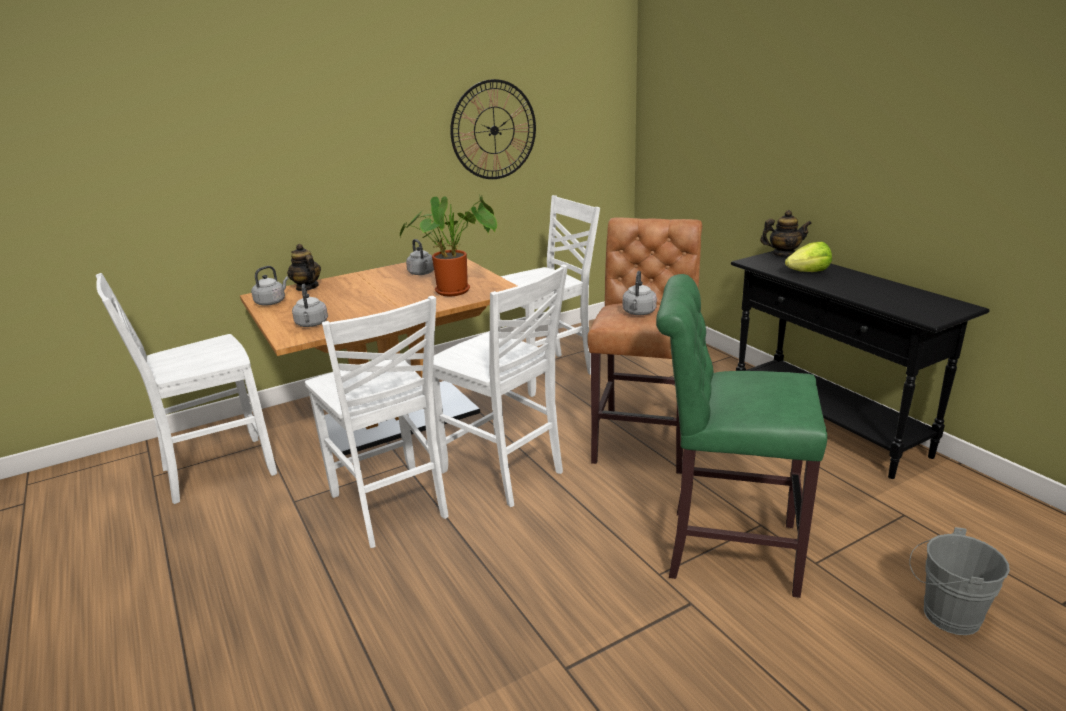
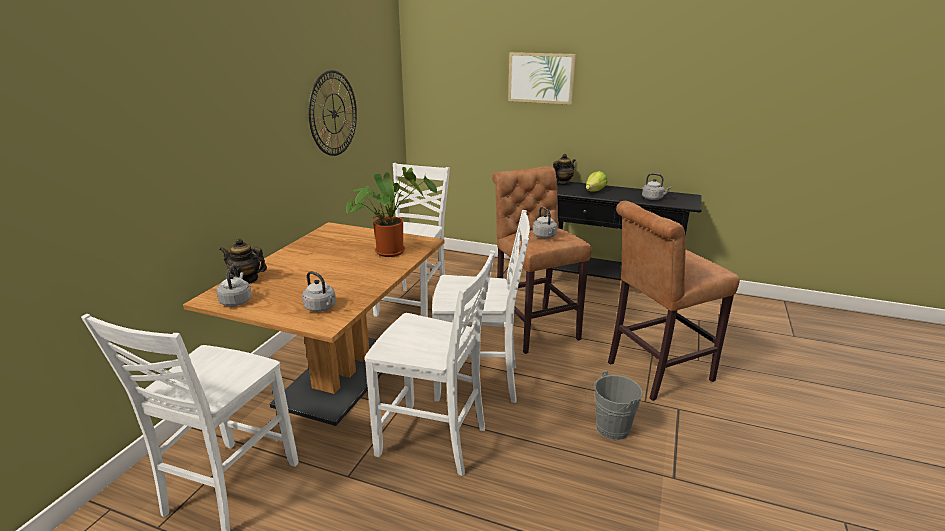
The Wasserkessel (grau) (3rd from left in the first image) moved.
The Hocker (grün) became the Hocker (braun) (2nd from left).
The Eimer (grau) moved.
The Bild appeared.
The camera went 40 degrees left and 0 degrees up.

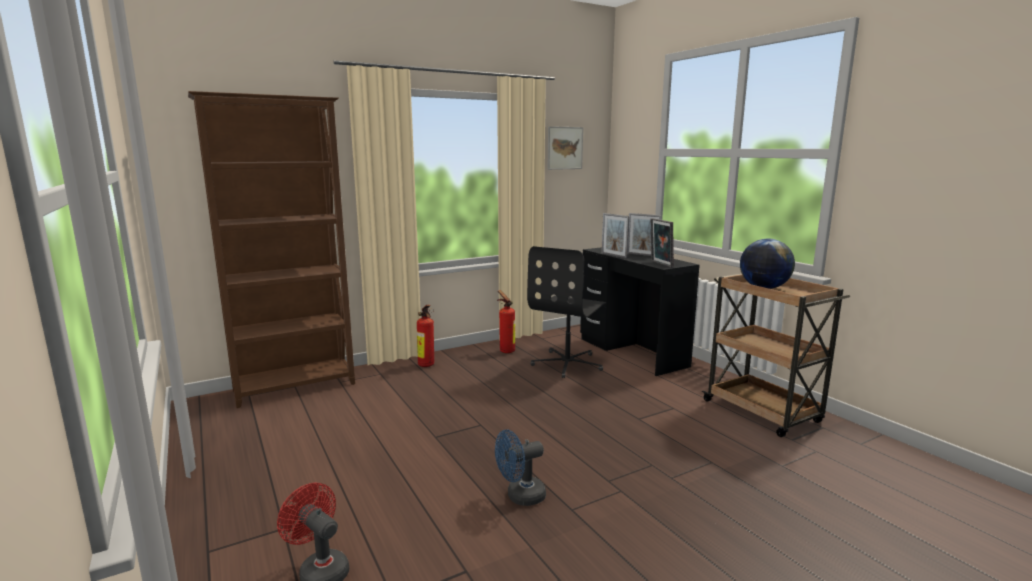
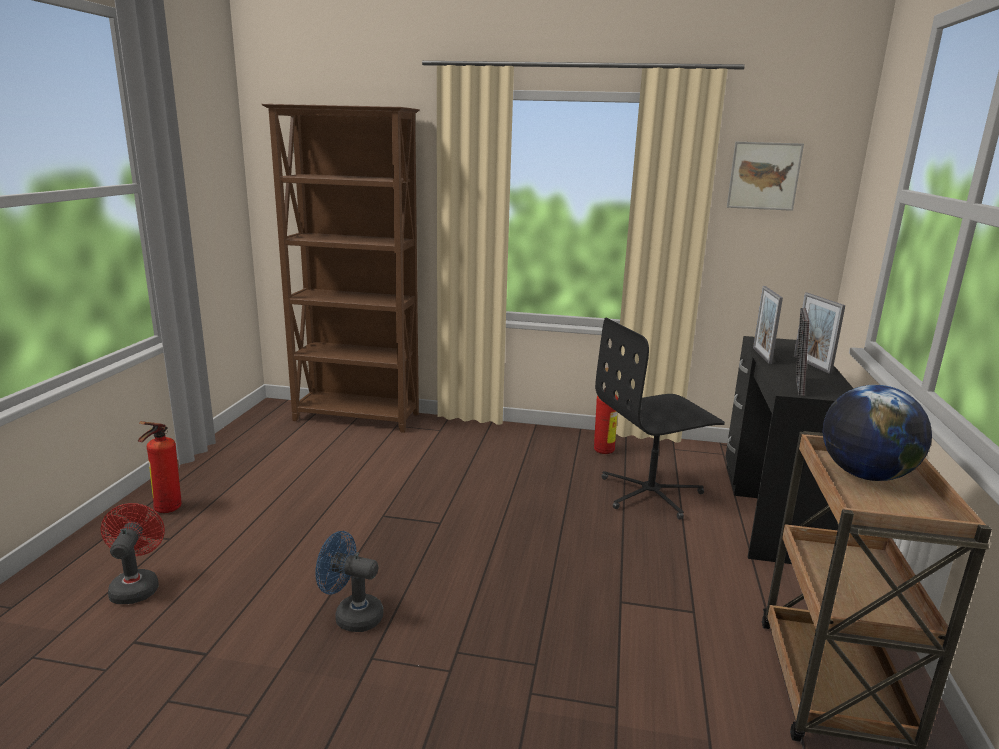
The Feuerlöscher (1st from left) moved.
The camera went 40 degrees right and 5 degrees up.

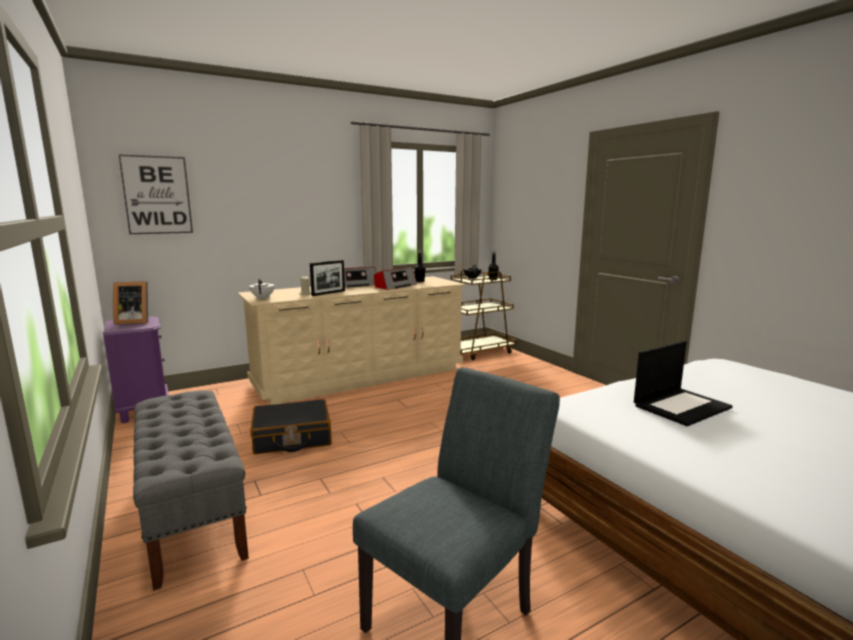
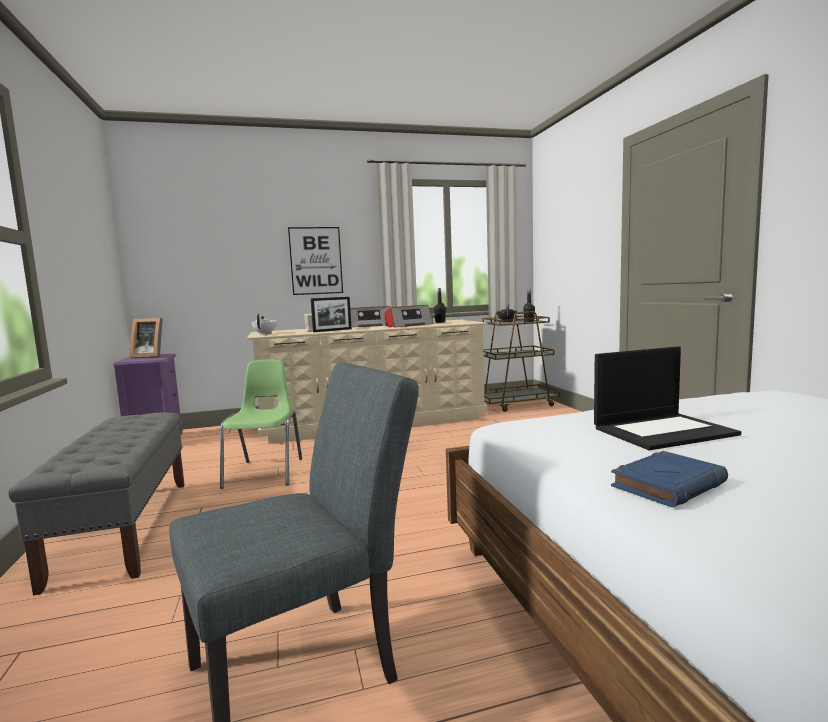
The Bild moved.
The Koffer (schwarz) was replaced by the Stuhl (grün).
The Buch (blau) appeared.
The camera went 15 degrees right and 5 degrees down.

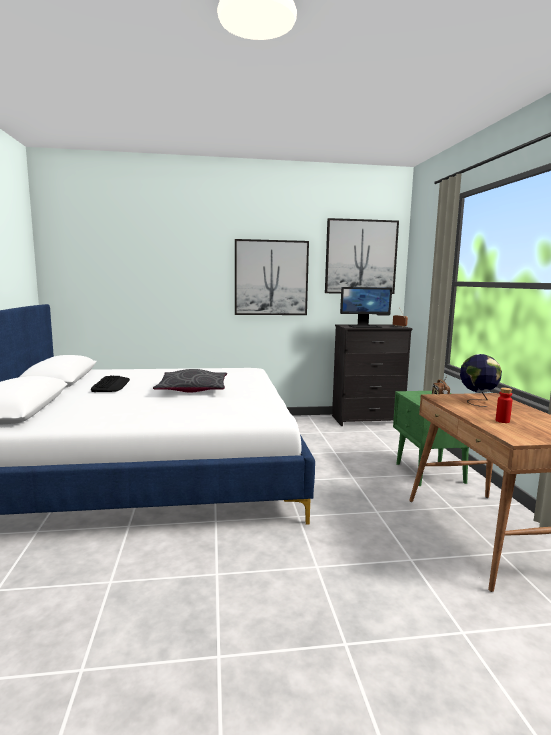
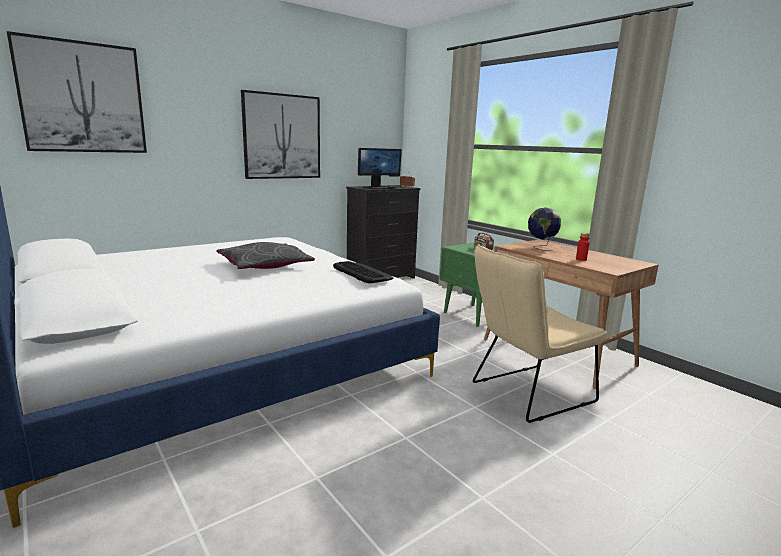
The Tastatur moved.
The Bild (2nd from left in the first image) moved.
The Stuhl (beige) appeared.
The camera went 30 degrees left and 5 degrees up.

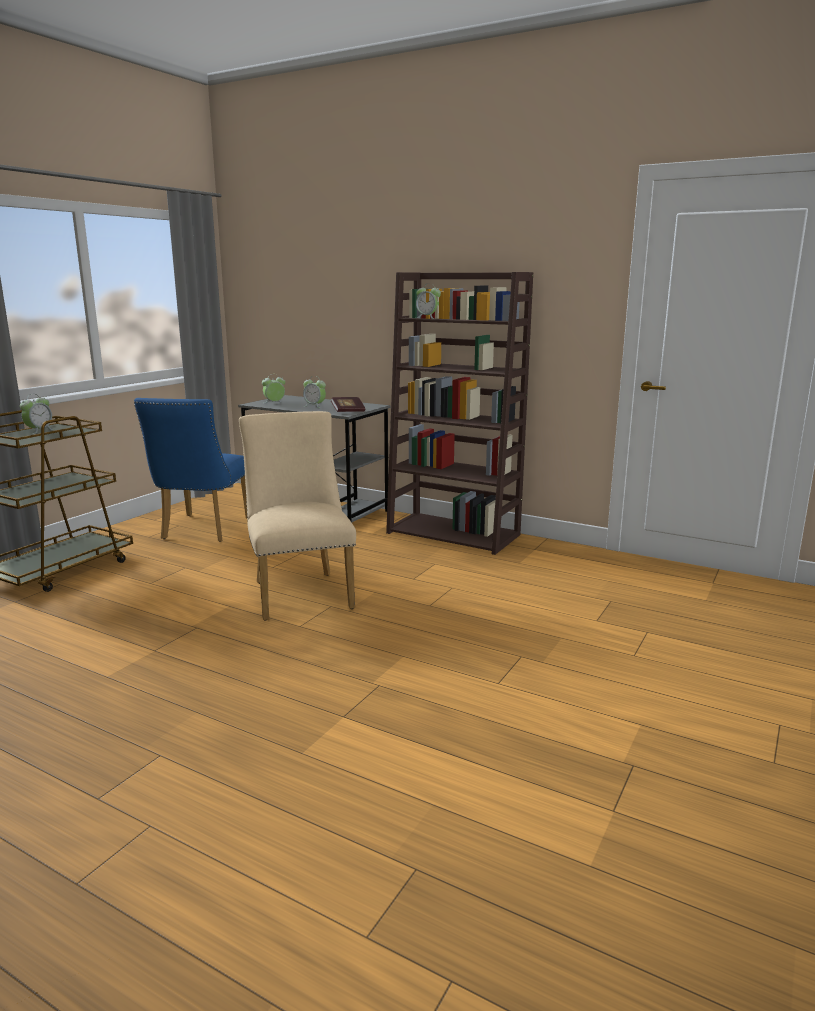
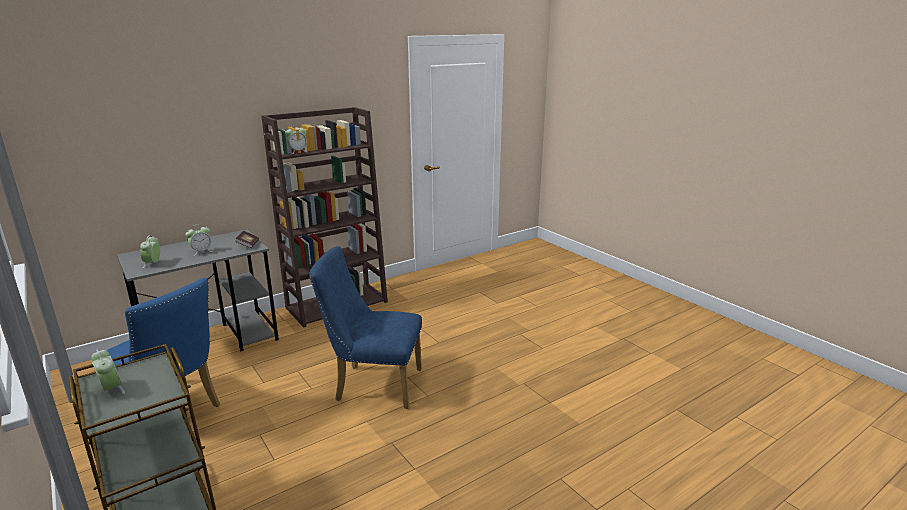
The Stuhl (beige) became the Stuhl (blau) (2nd from left).
The camera went 65 degrees left and 5 degrees up.

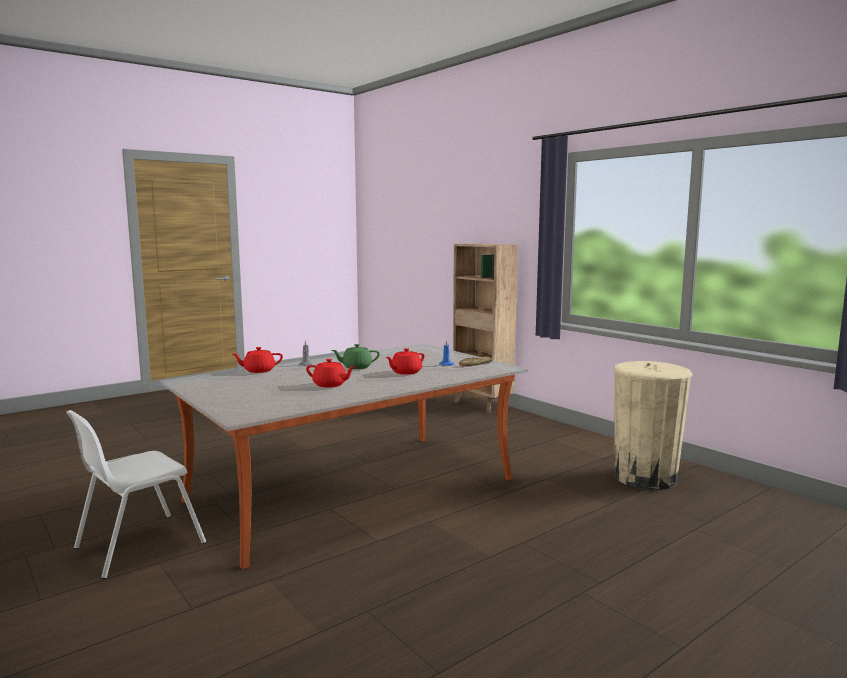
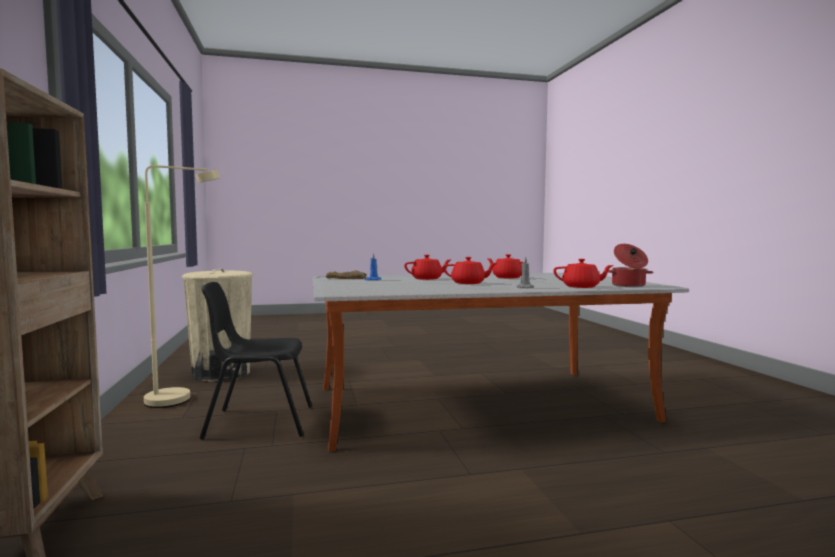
The Stuhl (weiß) disappeared.
The Teekanne (grün) became the Teekanne (rot) (2nd from left).
The Stehlampe (beige) appeared.
The Stuhl (schwarz) appeared.
The Kochtopf appeared.
The camera went 155 degrees left and 5 degrees down.

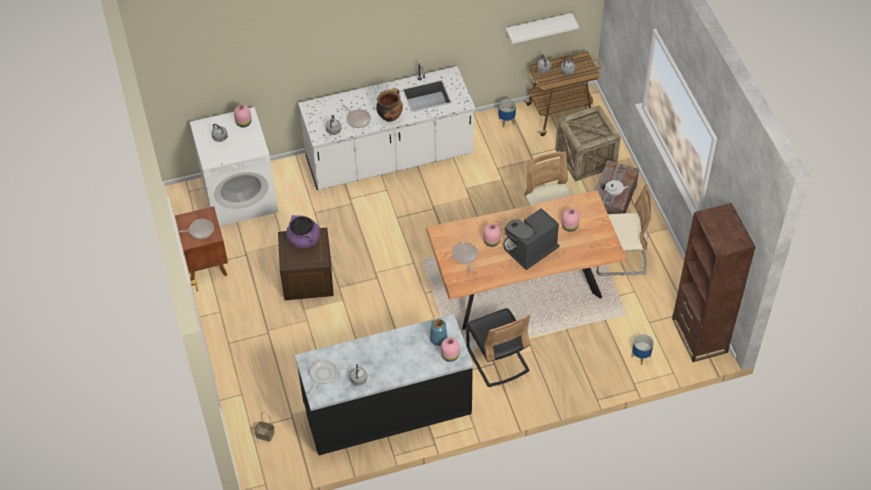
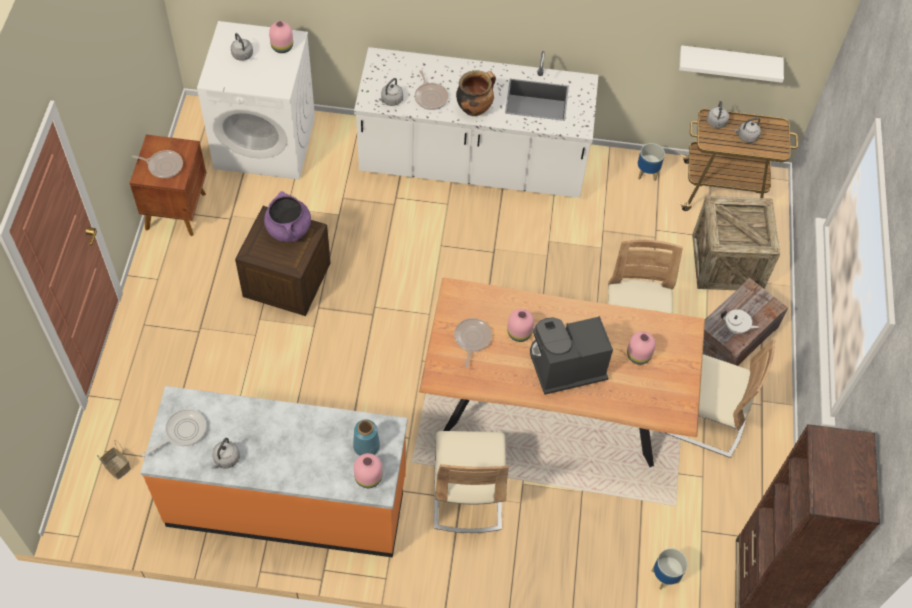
The Küchenzeile (schwarz) became the Küchenzeile (orange).
The Stuhl (schwarz) became the Stuhl (beige) (1st from left).
The camera went 20 degrees right and 5 degrees up.

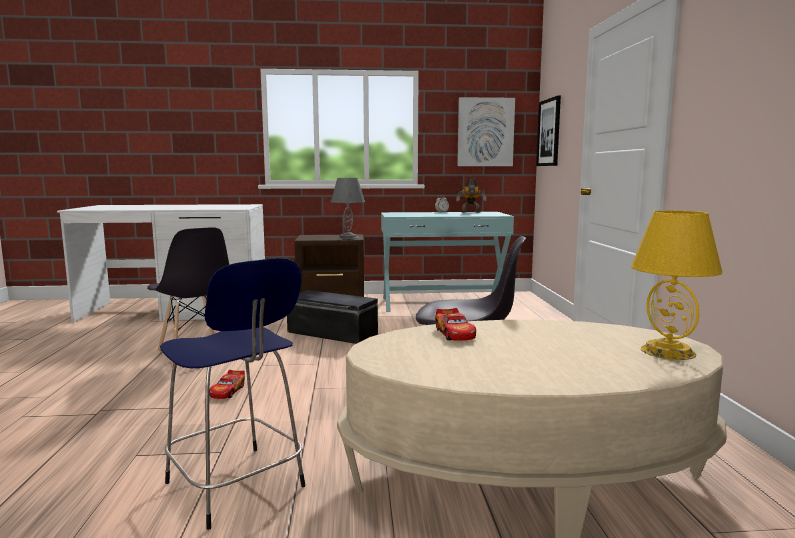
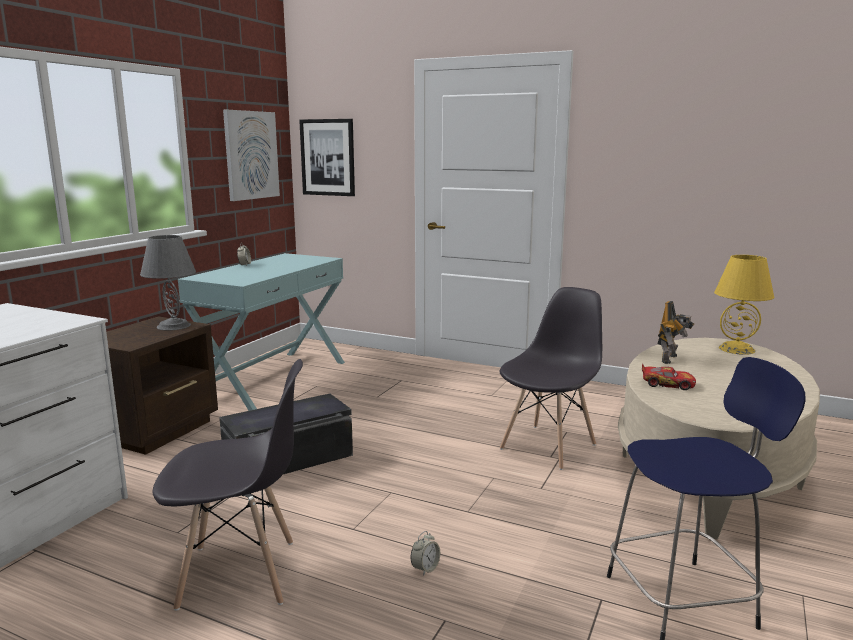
The Spielzeugauto (1st from left) was replaced by the Wecker (2nd from left).
The Spielzeugroboter moved.
The camera went 60 degrees left and 5 degrees up.

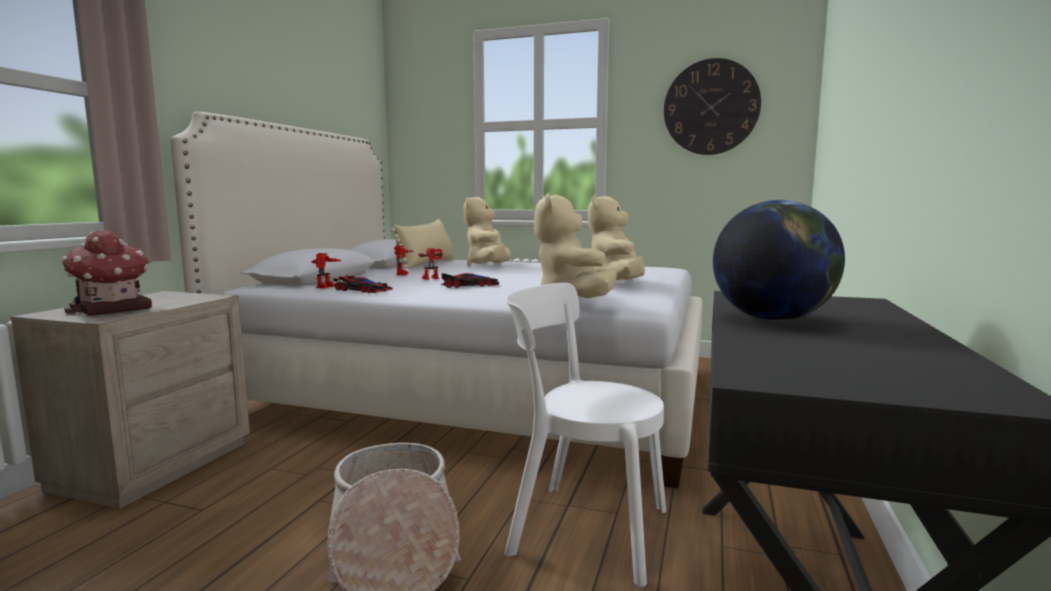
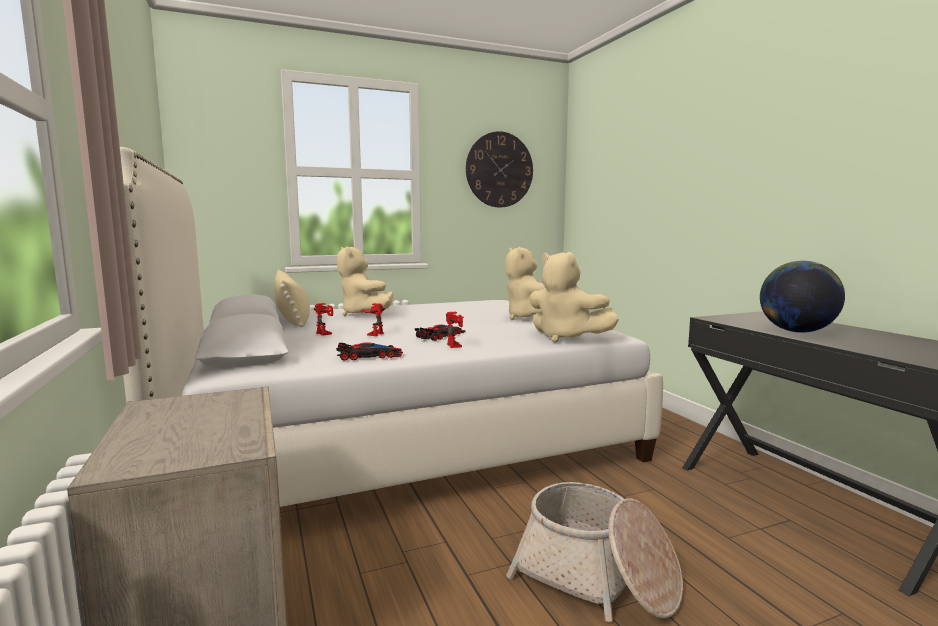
The Spielzeughaus disappeared.
The Spielzeugroboter (1st from left in the first image) moved.
The Stuhl (weiß) disappeared.
The camera went 40 degrees left and 0 degrees up.

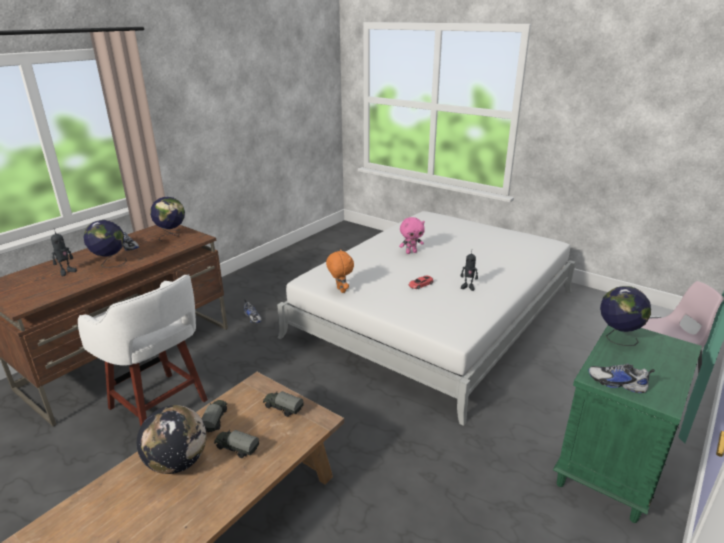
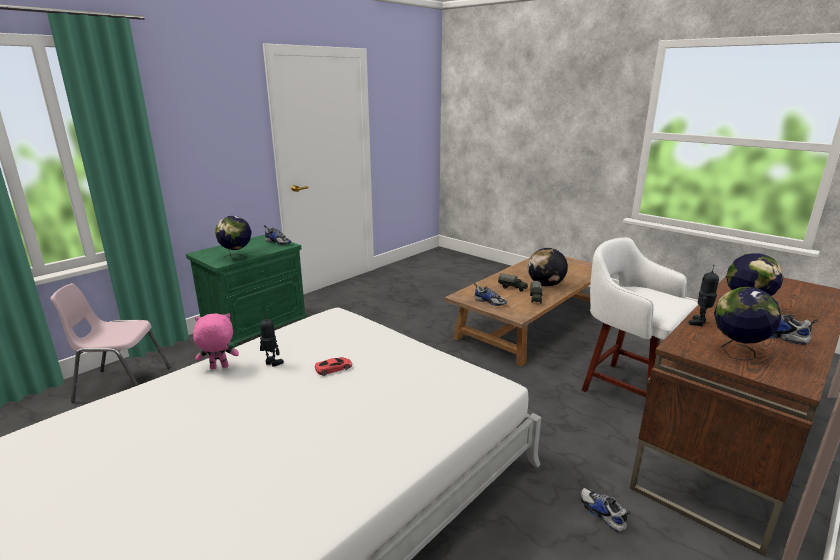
The Spielzeugroboter (1st from left in the first image) moved.
The Spielzeuglaster (3rd from left) was replaced by the Schuh (2nd from left).
The Plüschtier (orange) disappeared.
The Plüschtier (rosa) moved.
The camera went 175 degrees left and 5 degrees down.

